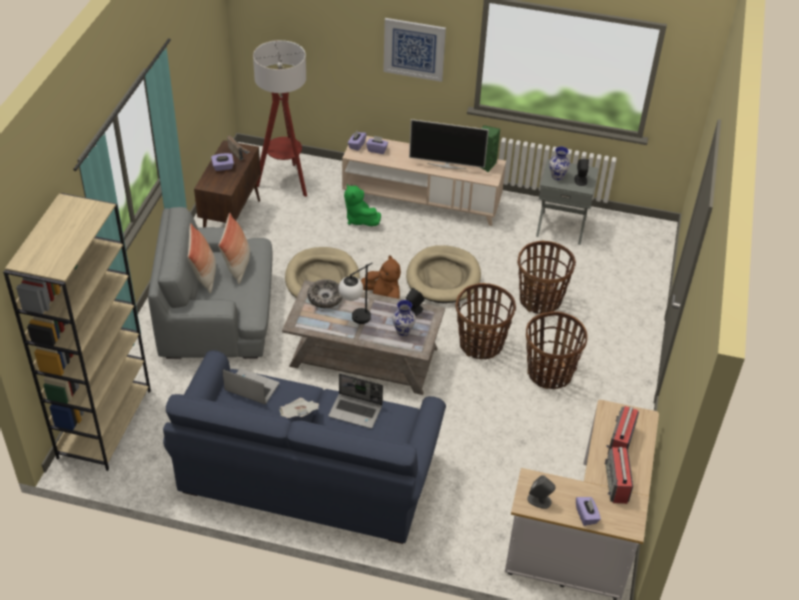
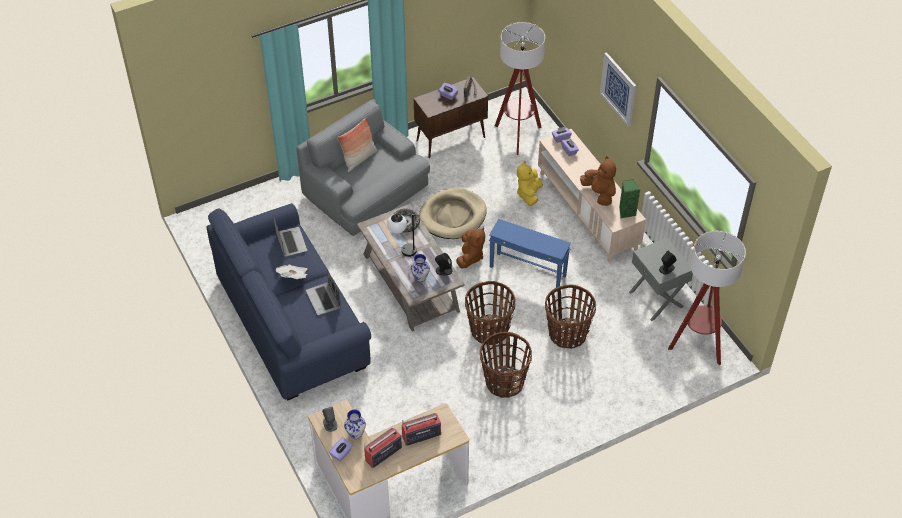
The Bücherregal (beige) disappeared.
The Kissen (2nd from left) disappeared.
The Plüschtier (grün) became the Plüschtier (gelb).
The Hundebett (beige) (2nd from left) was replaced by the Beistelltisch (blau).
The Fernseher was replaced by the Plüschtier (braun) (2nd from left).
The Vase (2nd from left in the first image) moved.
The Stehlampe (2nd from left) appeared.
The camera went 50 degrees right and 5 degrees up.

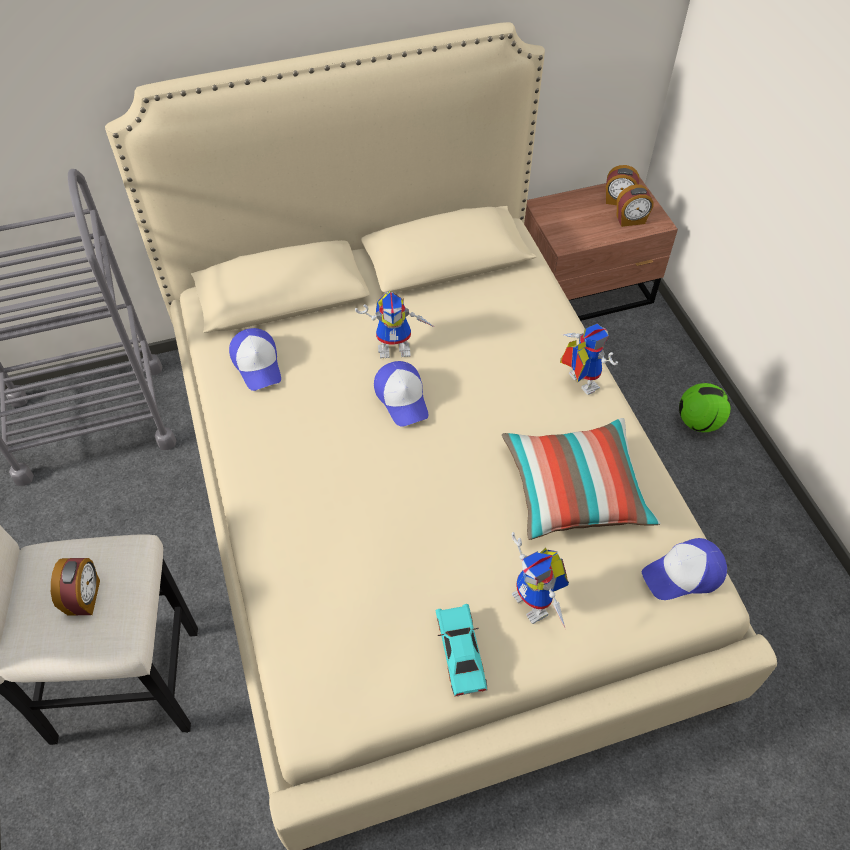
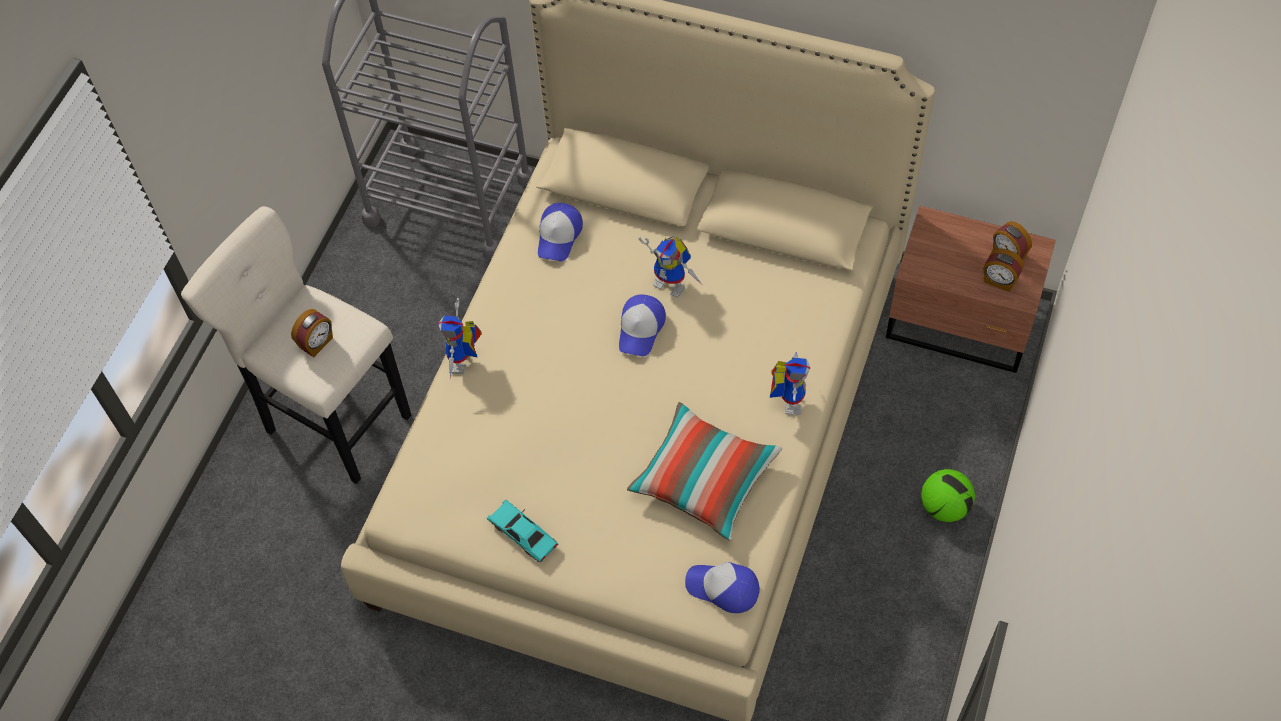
The Spielzeugauto (türkis) turned 75 degrees counterclockwise.
The Spielzeugroboter (2nd from left in the first image) moved.
The camera went 40 degrees right and 5 degrees up.

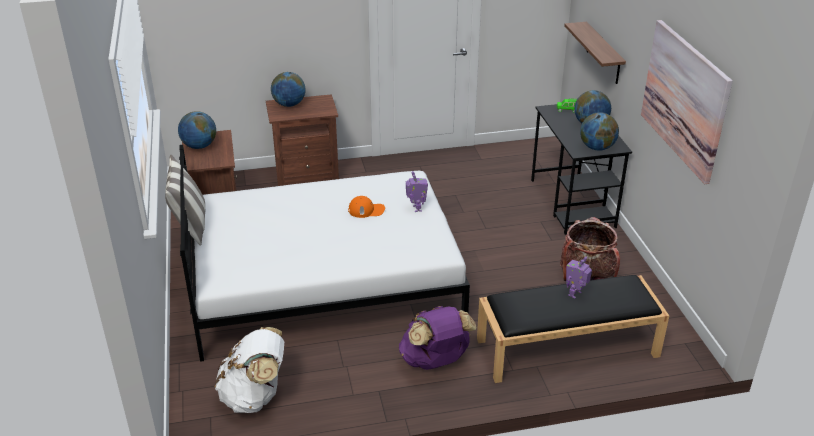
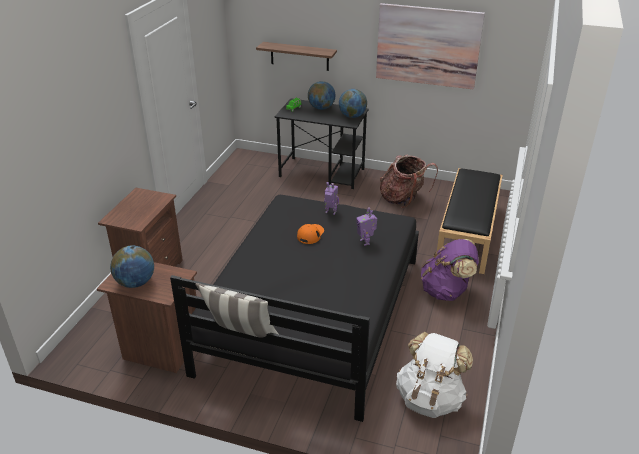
The Bett (weiß) became the Bett (schwarz).
The Globus (2nd from left) disappeared.
The Spielzeugroboter (2nd from left) moved.
The camera went 60 degrees left and 0 degrees up.

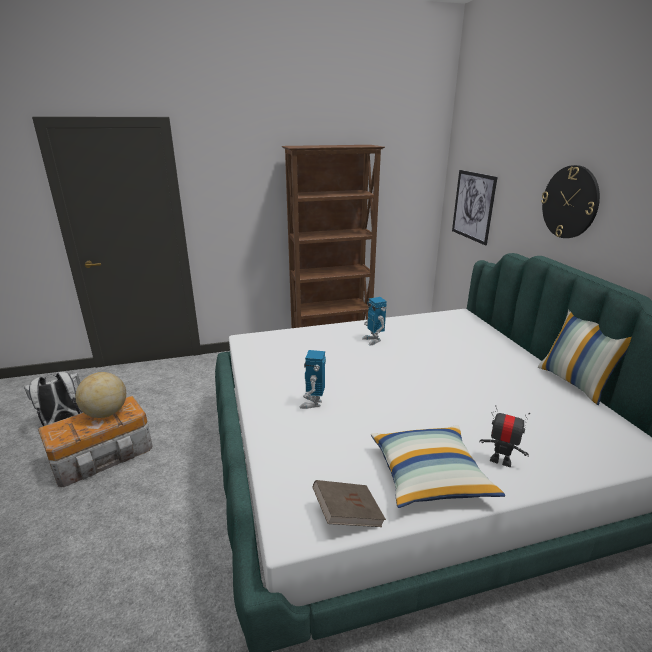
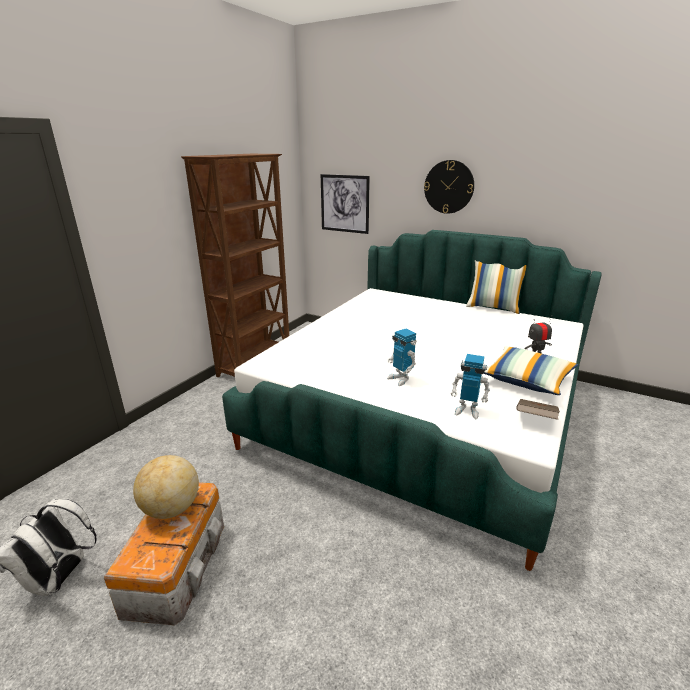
The Spielzeugroboter (2nd from left) moved.
The camera went 45 degrees left and 0 degrees up.

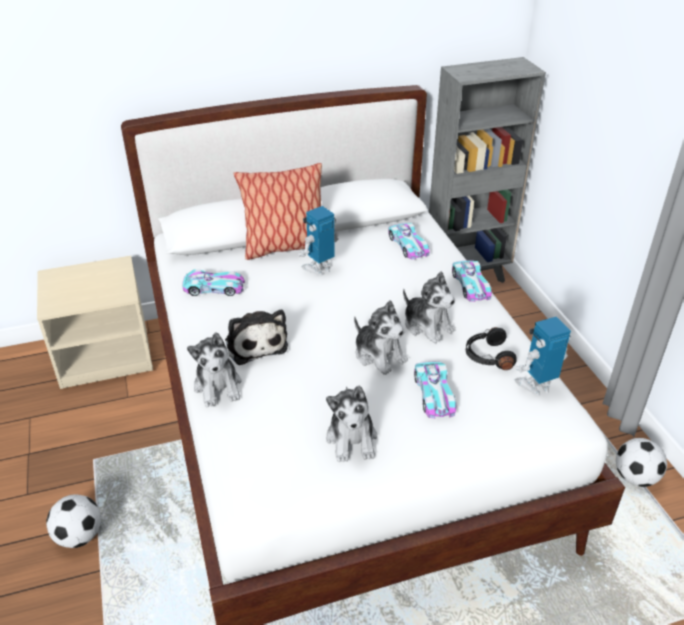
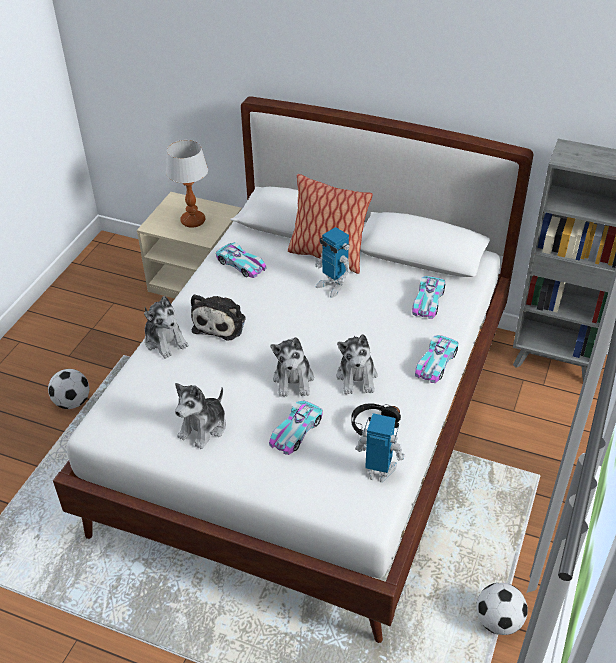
The Plüschtier (1st from left) turned 60 degrees counterclockwise.
The Spielzeugroboter (1st from left) turned 135 degrees counterclockwise.
The Tischlampe appeared.
The camera went 40 degrees right and 5 degrees up.

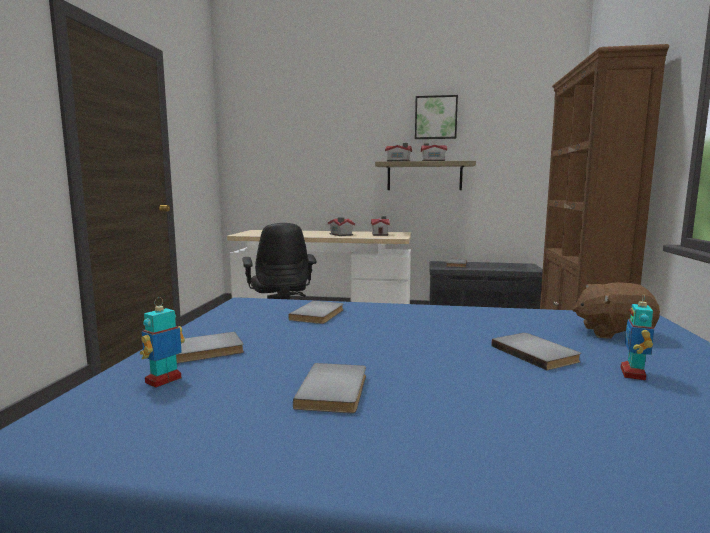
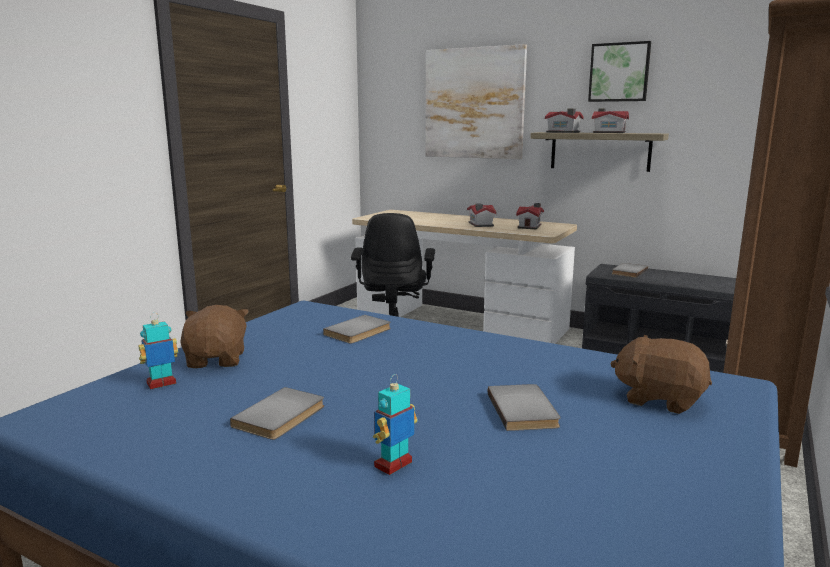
The Buch (grau) (1st from left) was replaced by the Plüschtier (braun) (1st from left).
The Spielzeugroboter (2nd from left) moved.
The Bild (1st from left) appeared.
The camera went 20 degrees right and 5 degrees up.

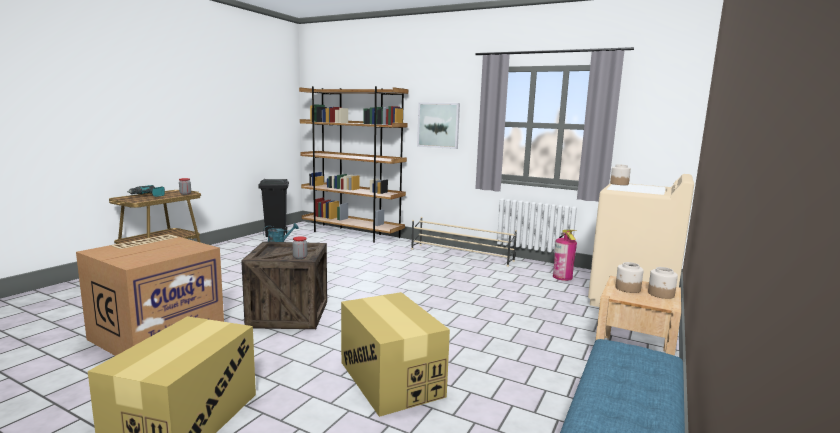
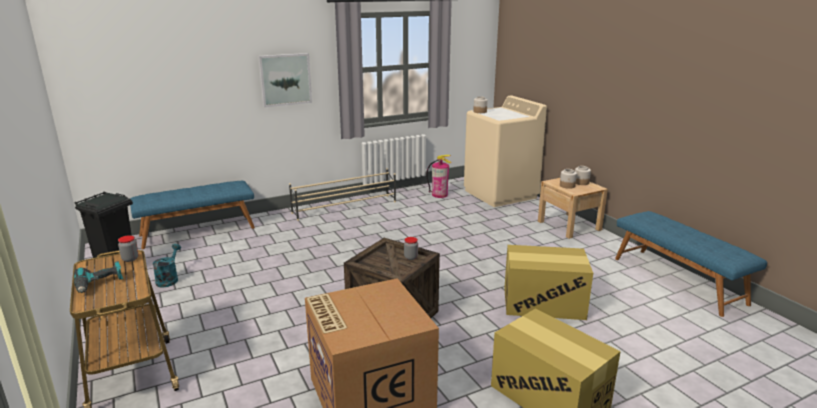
The Bücherregal (braun) was replaced by the Bank (blau) (1st from left).
The camera went 55 degrees left and 10 degrees up.

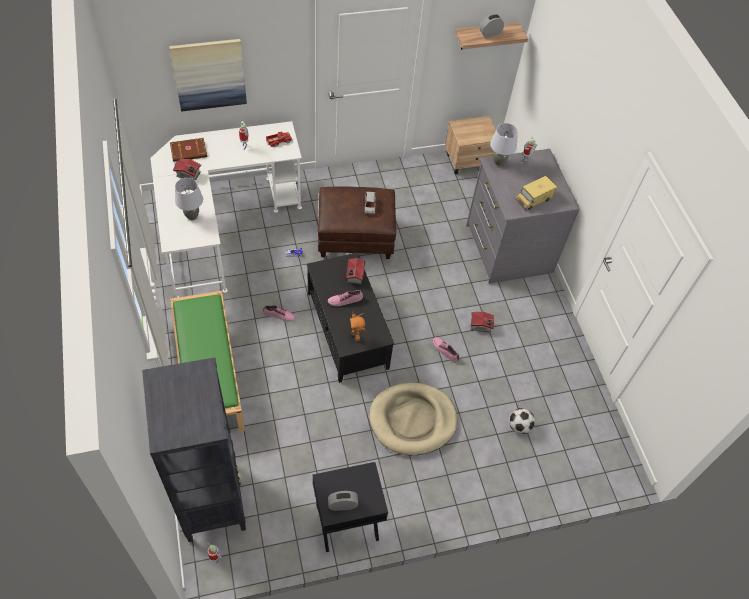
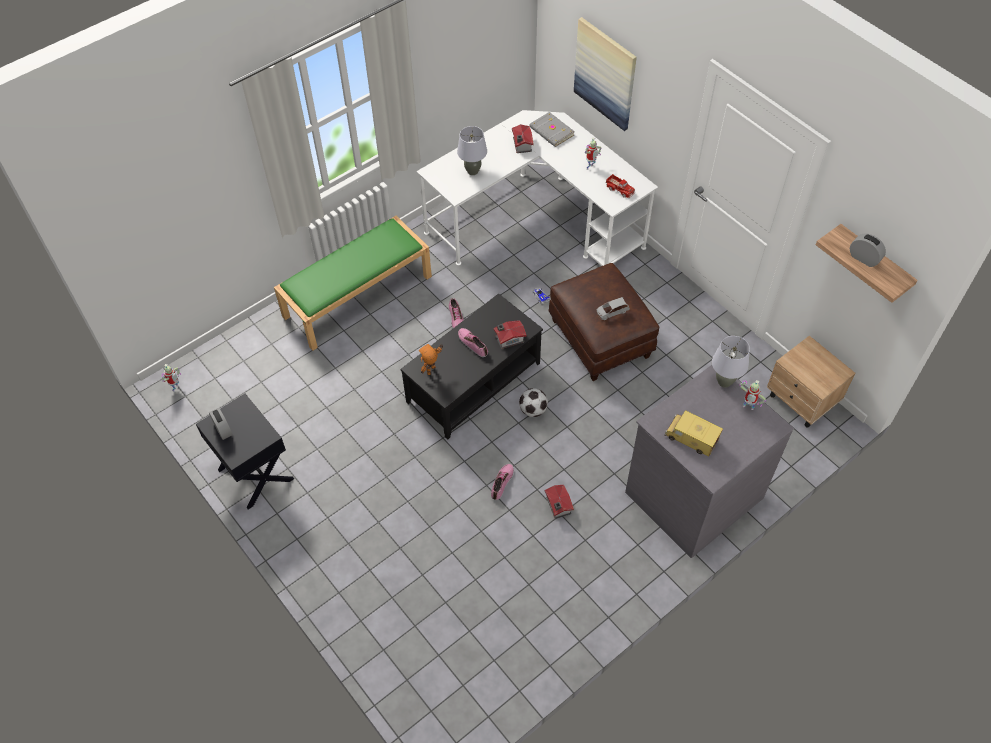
The Bücherregal (schwarz) disappeared.
The Buch (braun) became the Buch (grau).
The Hundebett (beige) disappeared.
The Fußball moved.
The camera went 70 degrees right and 0 degrees up.

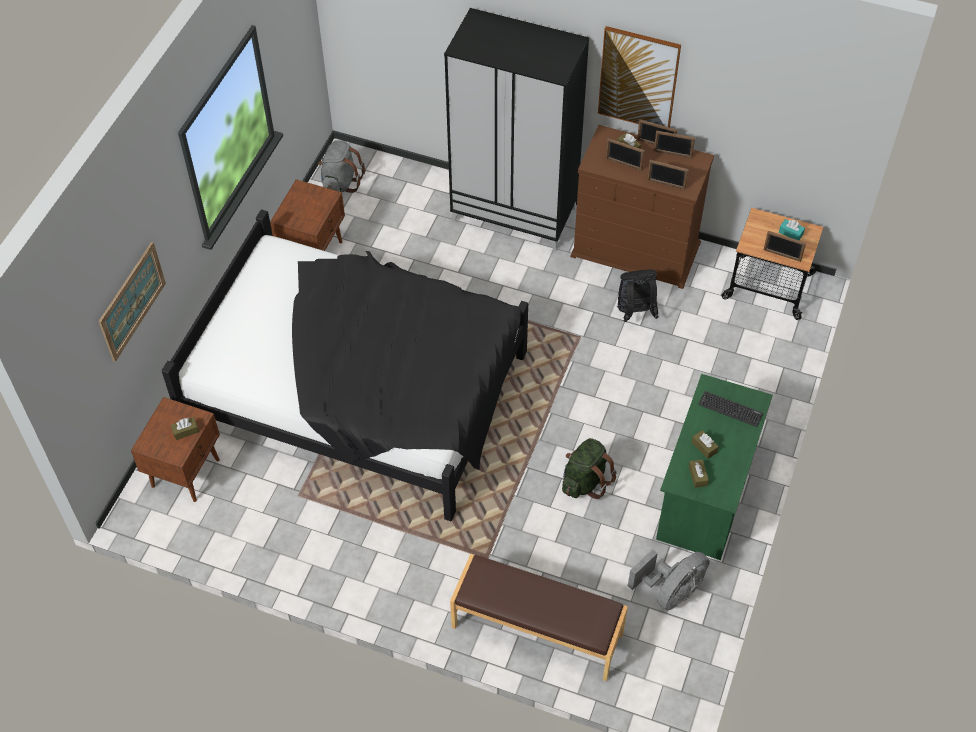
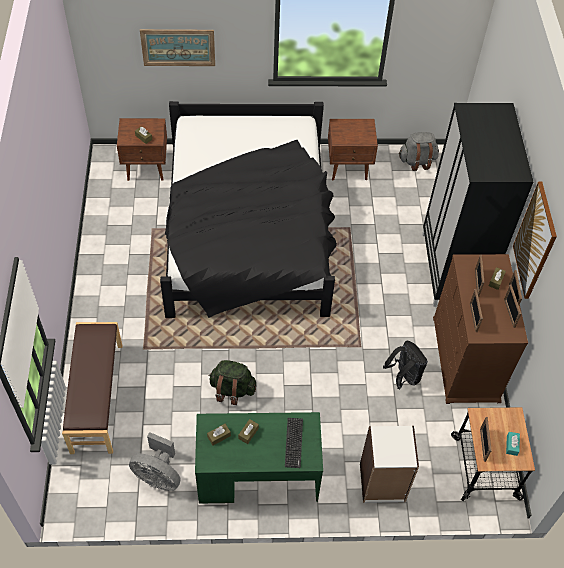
The Bücherregal (weiß) appeared.
The camera went 65 degrees right and 0 degrees up.

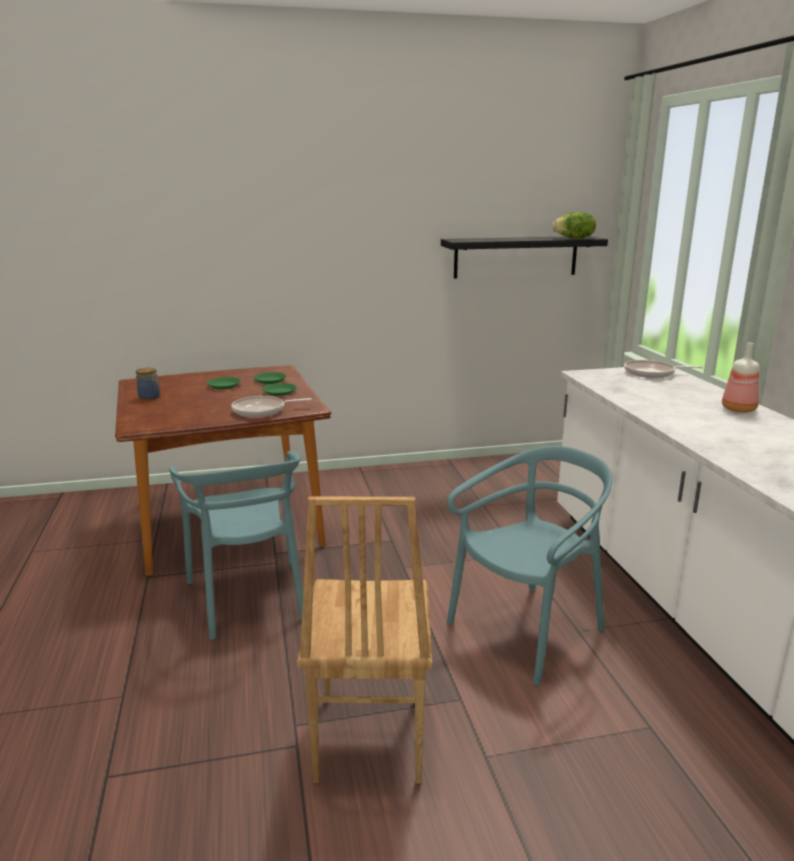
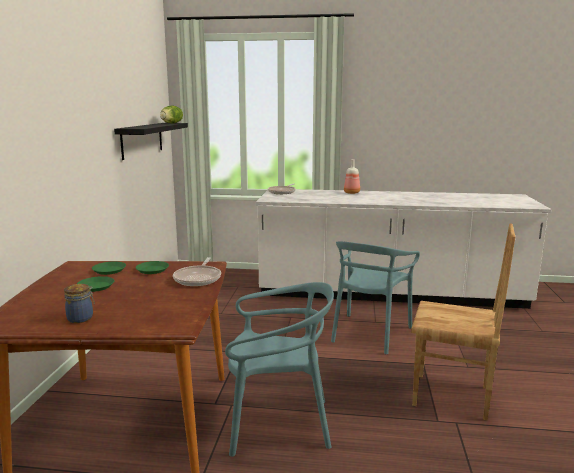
The Stuhl (türkis) (2nd from left) turned 135 degrees counterclockwise.
The camera went 70 degrees left and 5 degrees down.

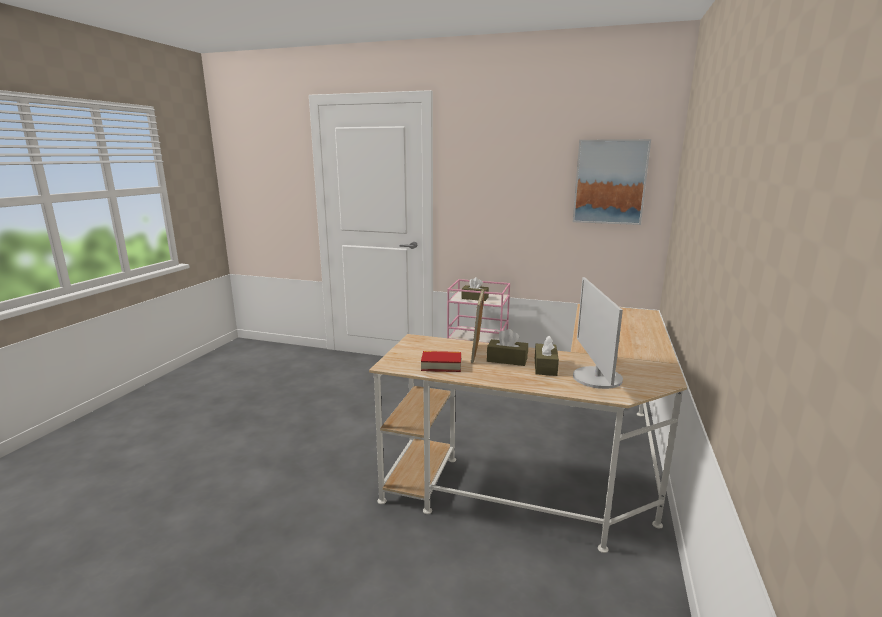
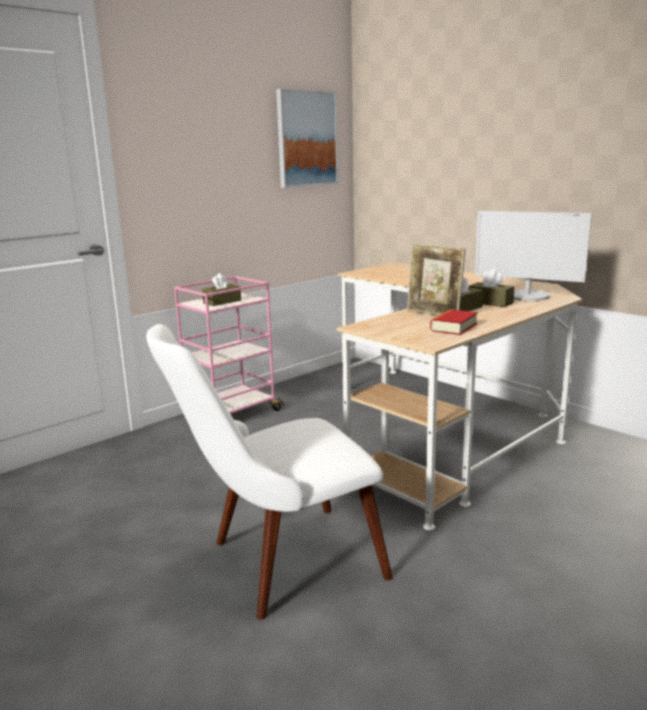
The Stuhl (weiß) appeared.
The camera went 60 degrees left and 0 degrees up.

